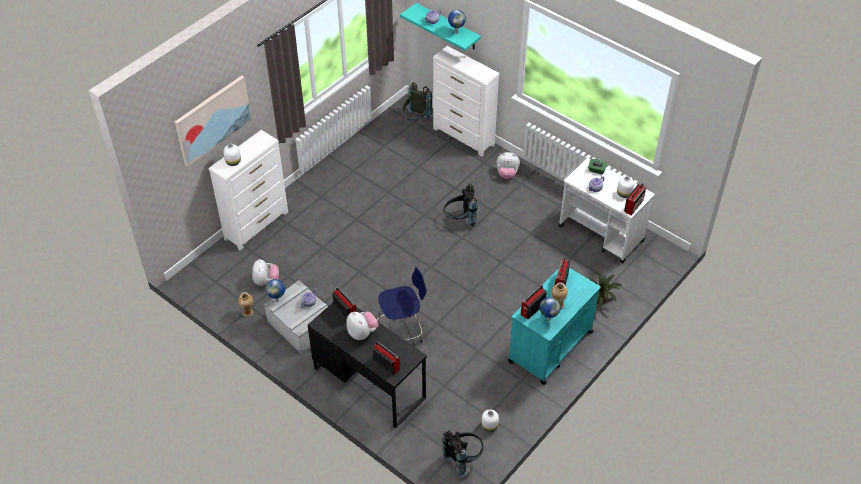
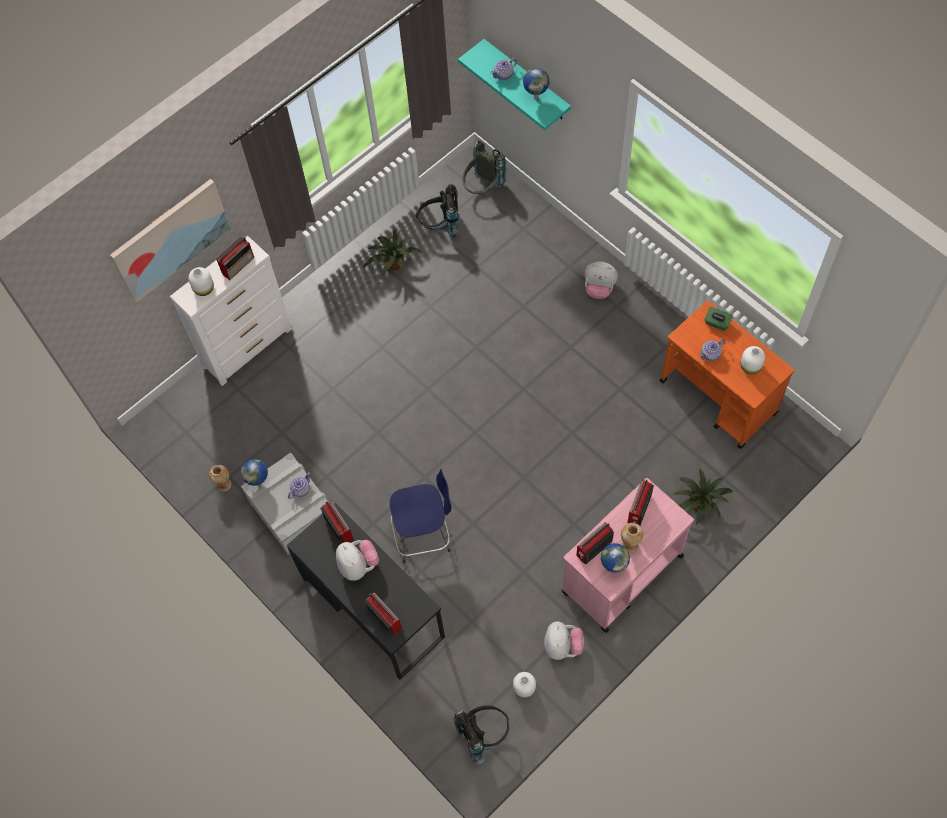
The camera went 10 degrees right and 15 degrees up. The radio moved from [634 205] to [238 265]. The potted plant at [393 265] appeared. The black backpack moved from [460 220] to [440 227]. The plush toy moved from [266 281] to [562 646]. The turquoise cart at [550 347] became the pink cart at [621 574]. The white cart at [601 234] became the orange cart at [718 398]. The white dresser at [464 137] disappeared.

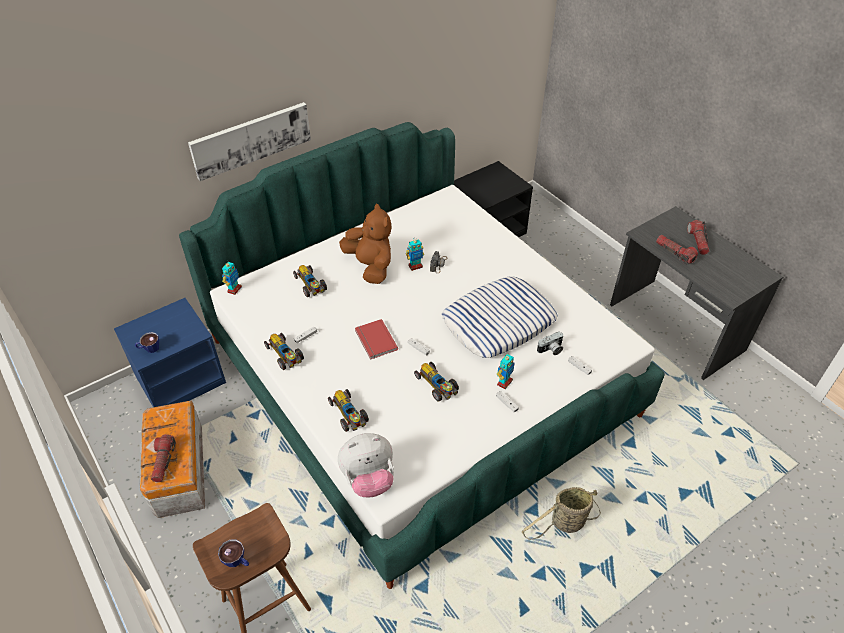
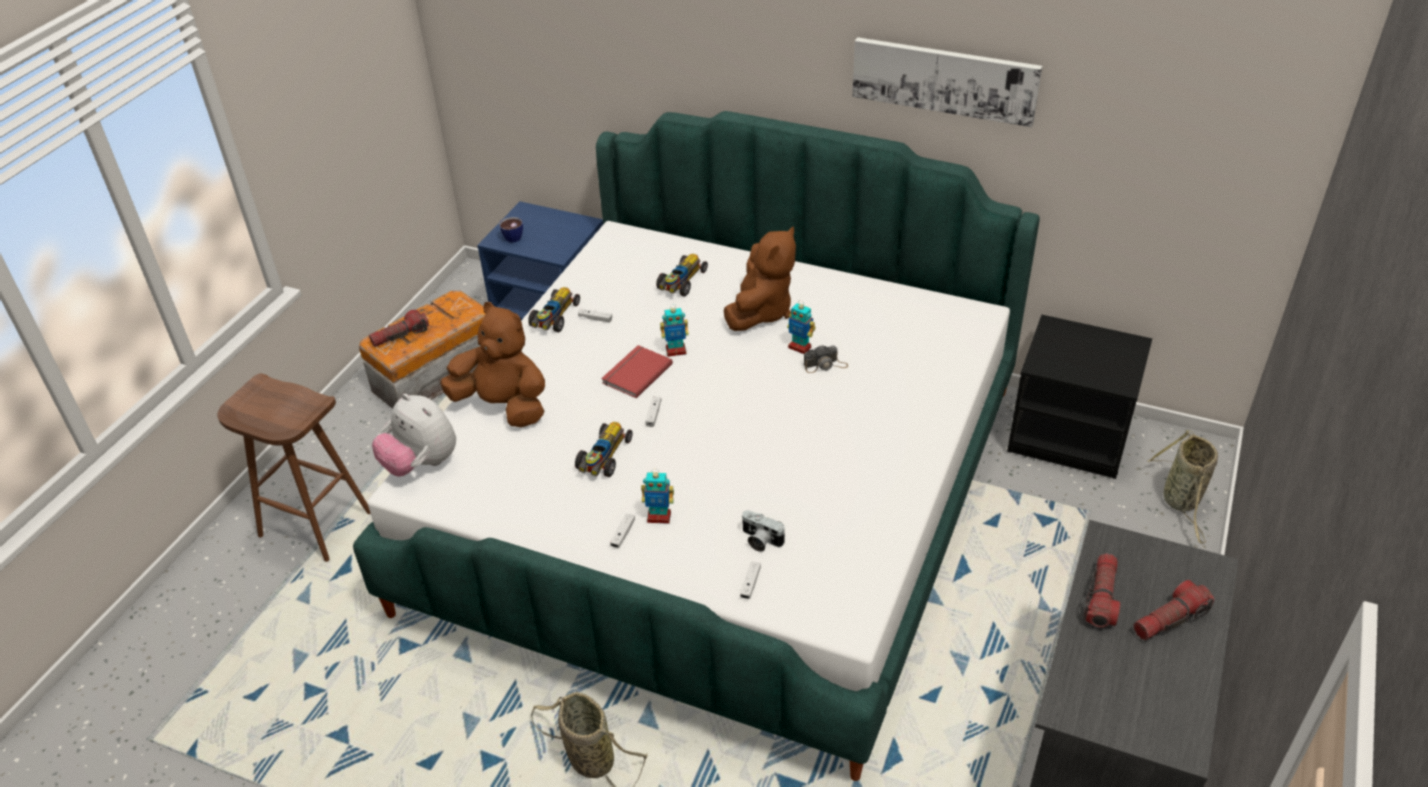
The camera went 60 degrees right and 5 degrees down. The toy car at [349 415] was replaced by the brown plush toy at [503 406]. The toy robot moved from [234 289] to [676 351]. The picture moved from [251 139] to [944 79]. The basket at [1181 501] appeared. The cup at [237 561] disappeared. The pillow at [499 322] disappeared.

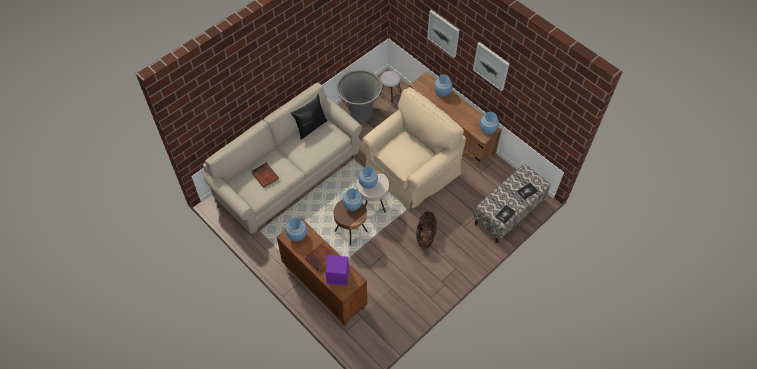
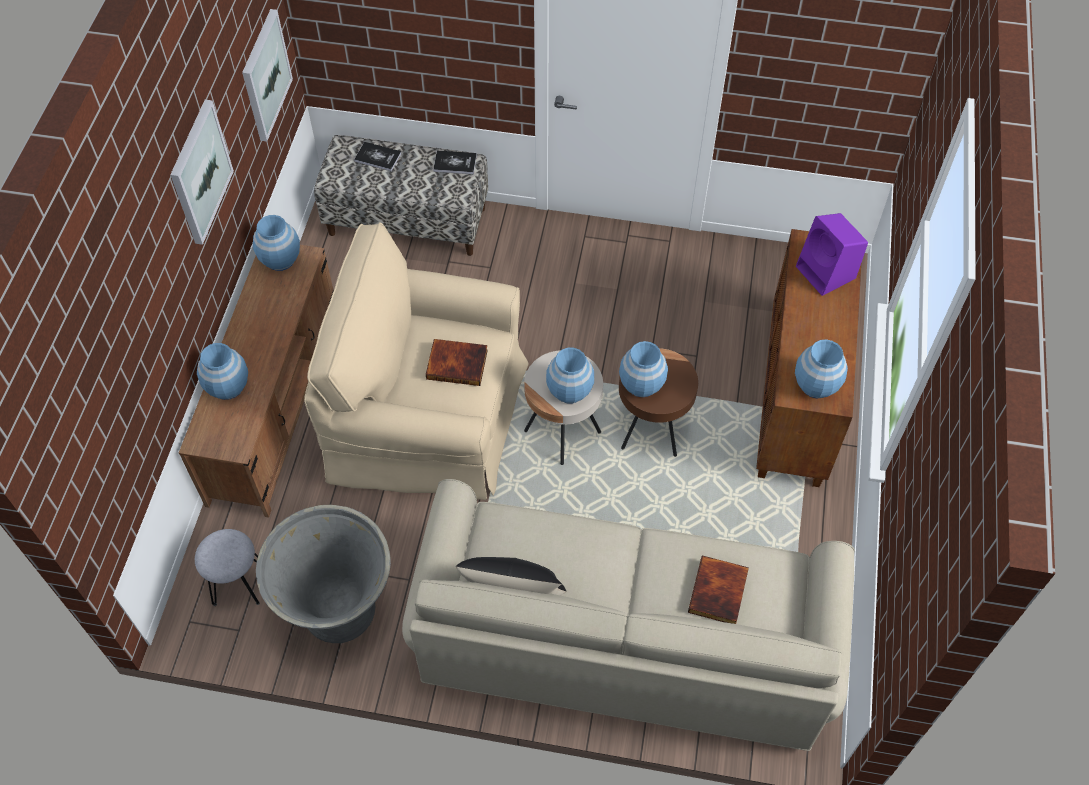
The camera went 125 degrees left and 0 degrees up. The picture moved from [443 33] to [265 75]. The book moved from [321 258] to [457 363]. The basket at [425 236] disappeared.

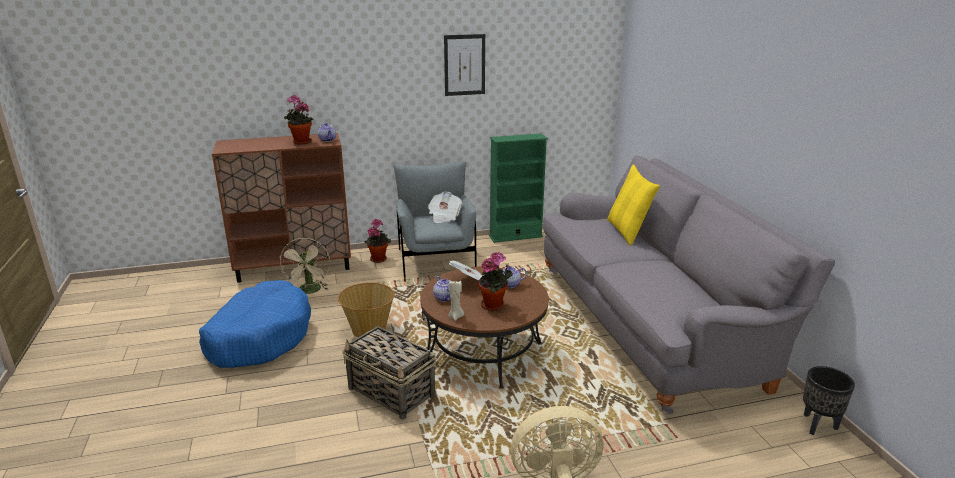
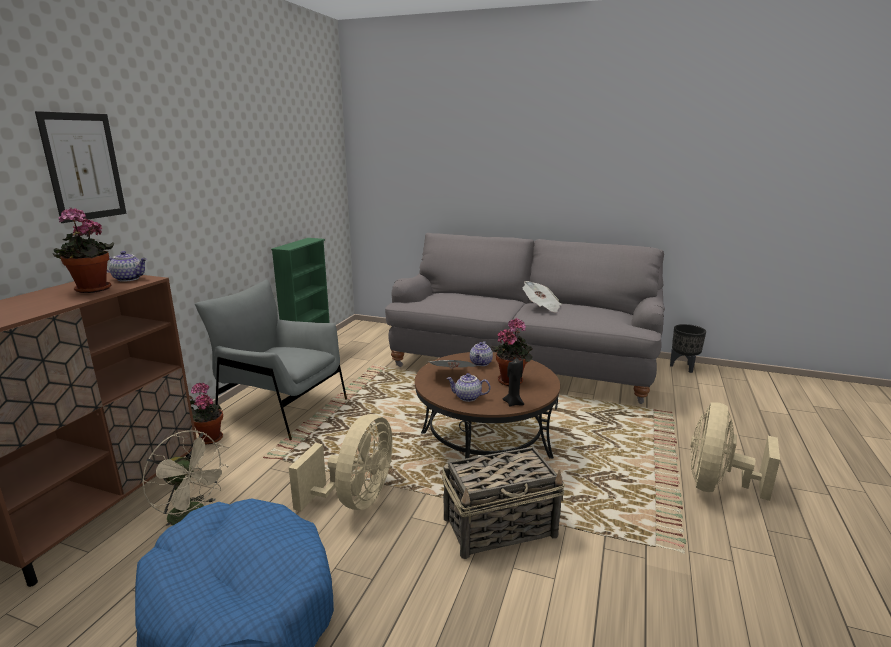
The camera went 55 degrees left and 5 degrees down. The picture moved from [464 65] to [83 167]. The basket at [369 329] was replaced by the beige fan at [355 499]. The beige candle at [456 317] became the black candle at [513 403]. The newspaper moved from [444 216] to [541 307]. The yellow pillow at [627 231] disappeared.

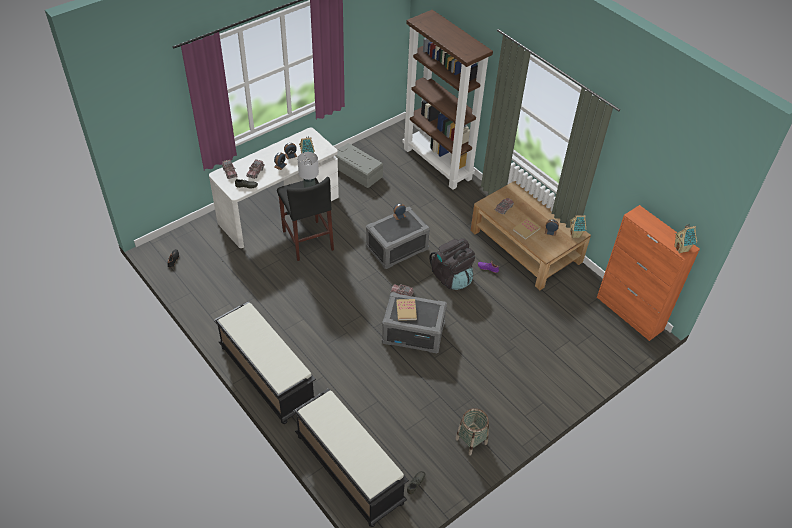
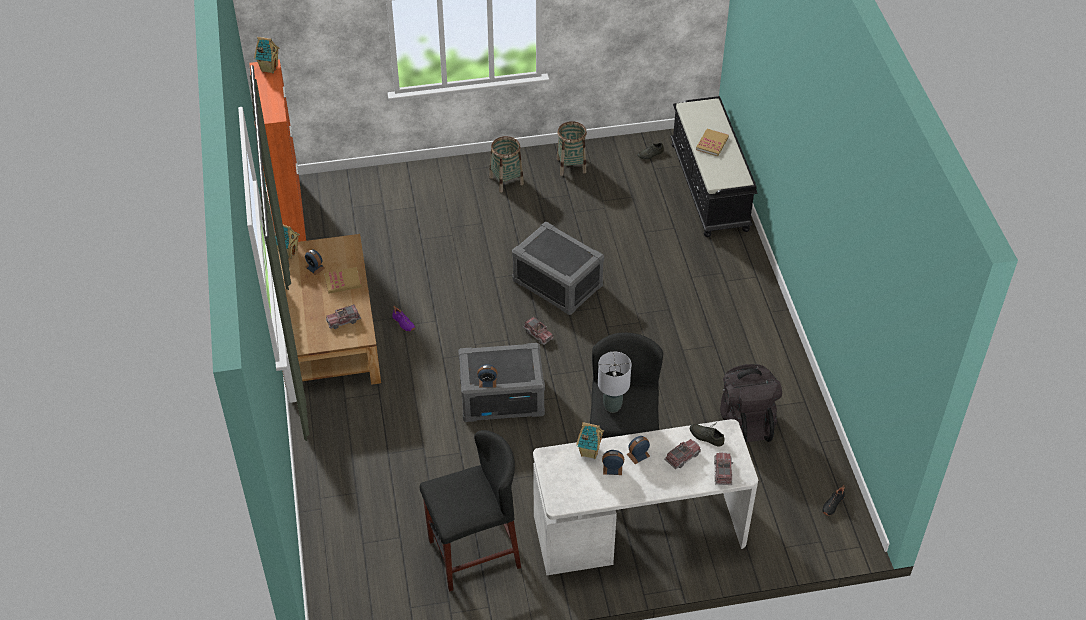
The camera went 150 degrees left and 0 degrees up. The grey storage box at [357 172] was replaced by the black stool at [474 554]. The basket at [506 180] appeared. The book moved from [406 310] to [712 143]. The black backpack moved from [451 277] to [746 421]. The black bench at [266 375] disappeared. The brown bookcase at [438 164] disappeared.

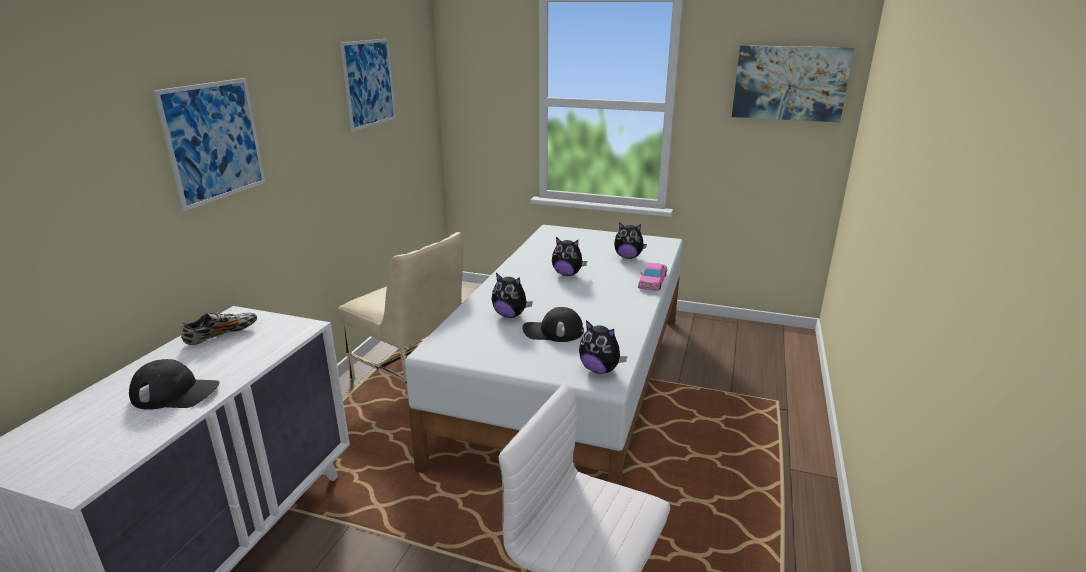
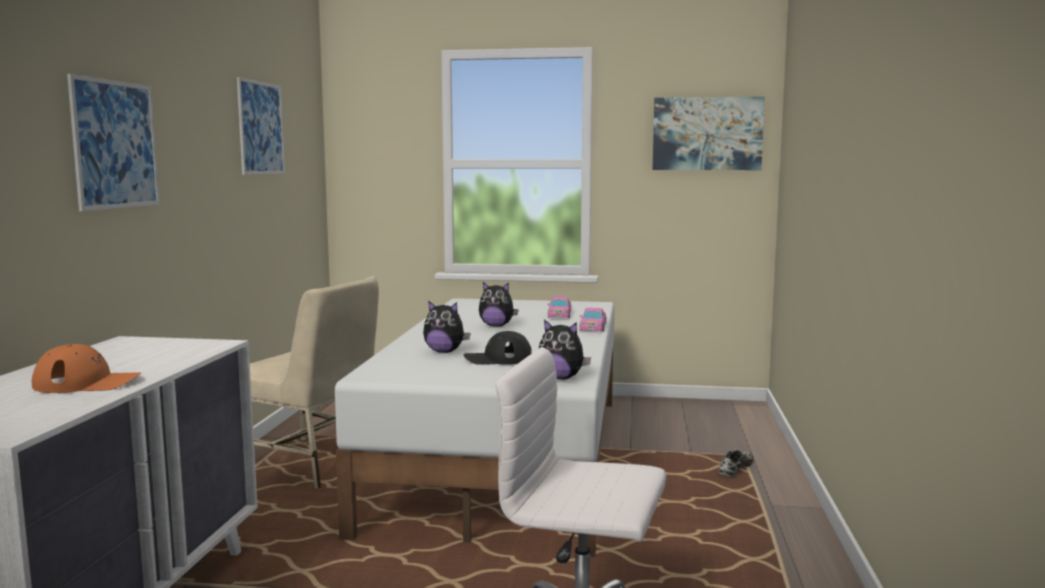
The camera went 10 degrees left and 15 degrees down. The black cap at [176 393] became the orange cap at [87 383]. The plush toy at [628 257] was replaced by the pink toy car at [559 314]. The shoe moved from [222 335] to [736 471].

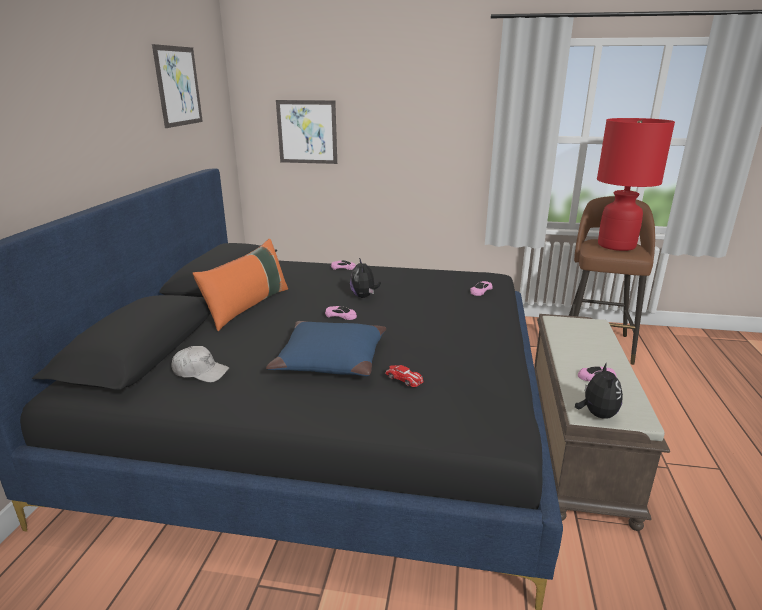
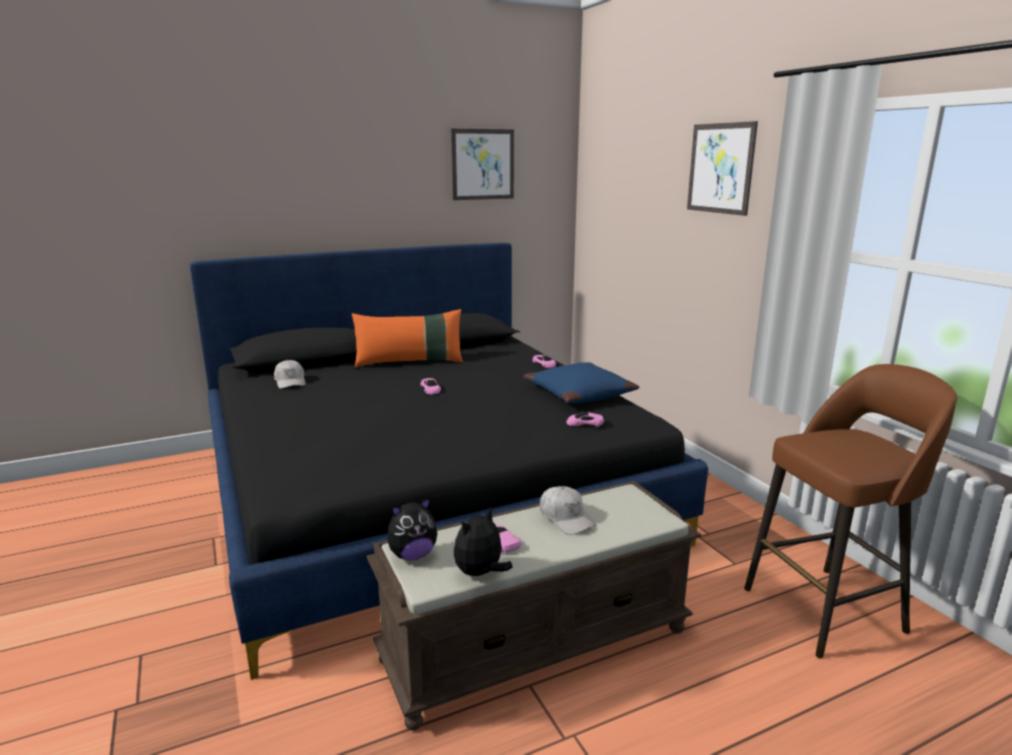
The camera went 55 degrees right and 5 degrees down. The plush toy moved from [364 296] to [480 573]. The blue pillow moved from [330 360] to [579 394]. The white cap at [566 518] appeared. The picture moved from [307 132] to [720 168]. The toy car at [404 379] disappeared. The red table lamp at [616 246] disappeared.

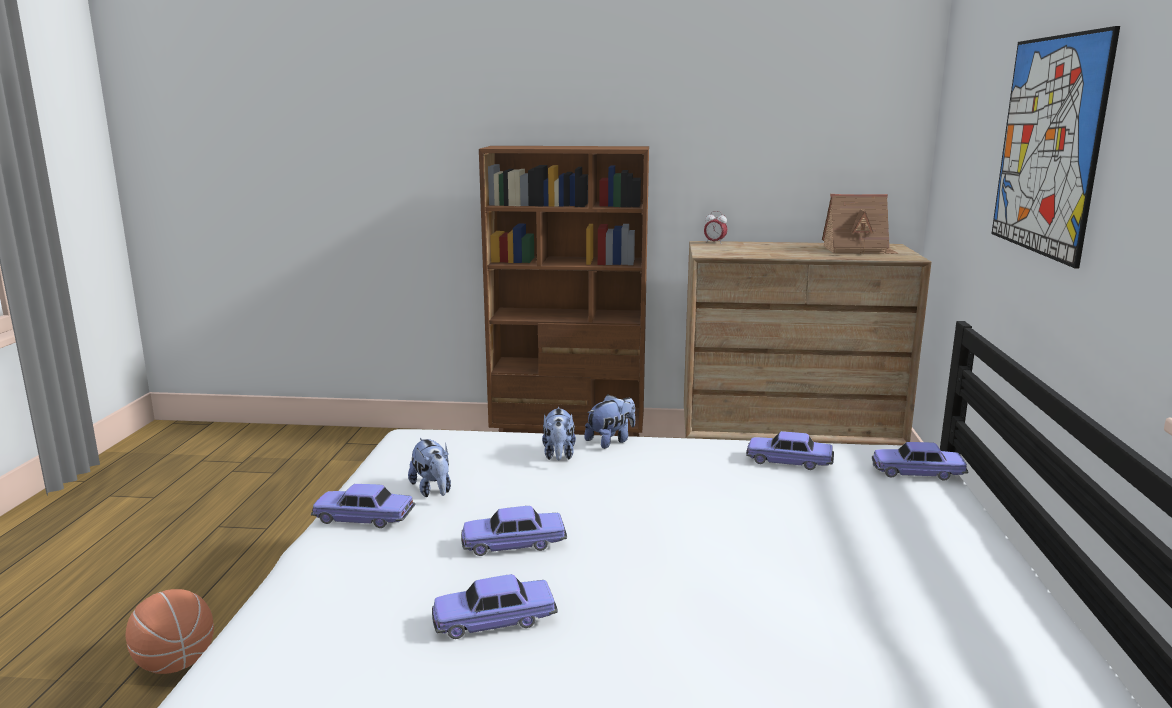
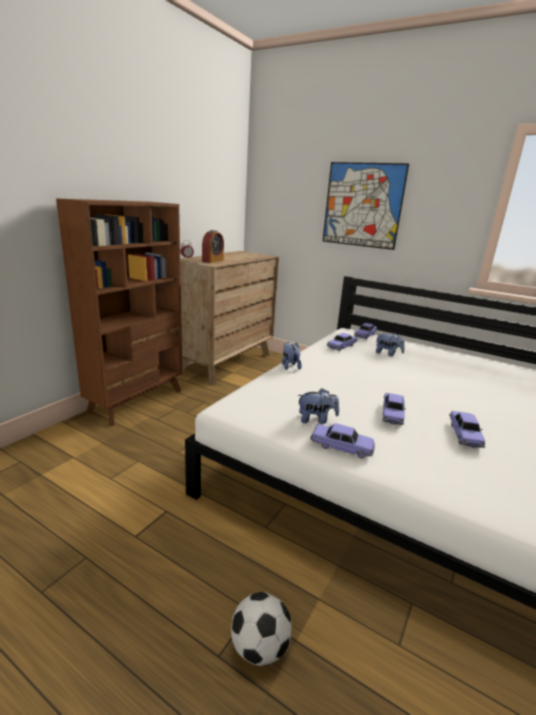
The camera went 65 degrees left and 5 degrees up. The alarm clock at [213 261] appeared. The basketball at [175 663] was replaced by the football at [259 647]. The toy car at [363 518] turned 105 degrees counterclockwise. The plush toy moved from [559 455] to [387 354]. The toy house at [858 250] disappeared.

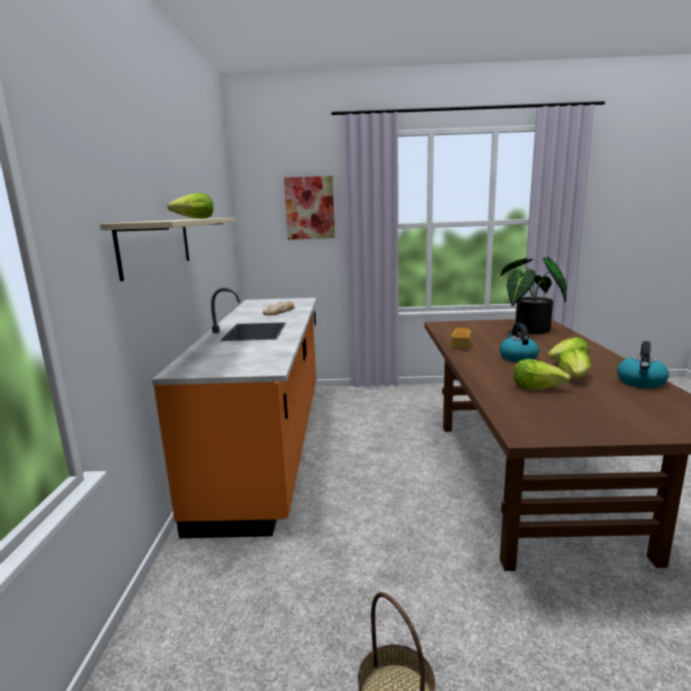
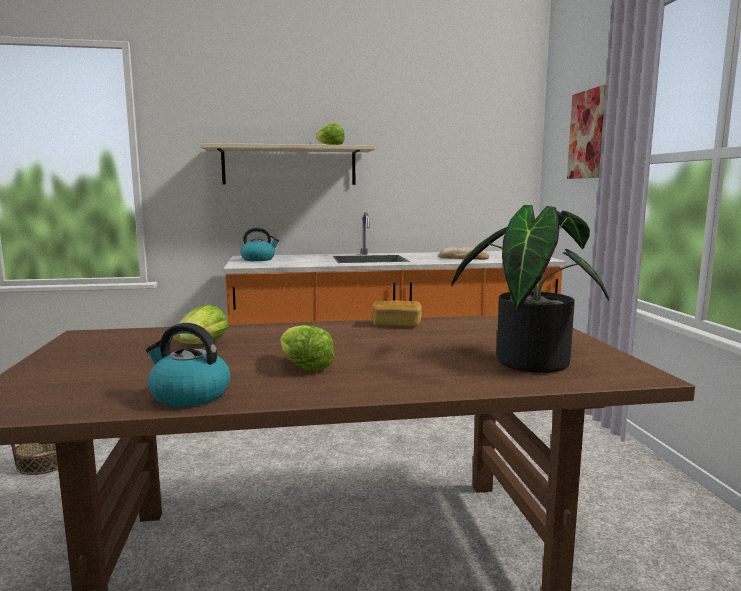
The camera went 80 degrees right and 5 degrees down. The kettle moved from [517 357] to [258 259]. The lettuce at [574 378] disappeared.

